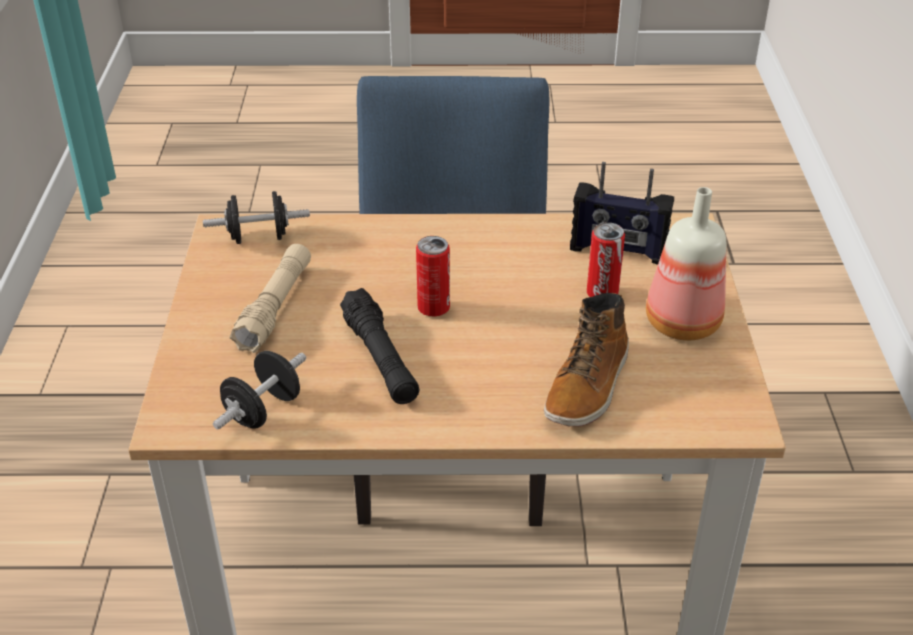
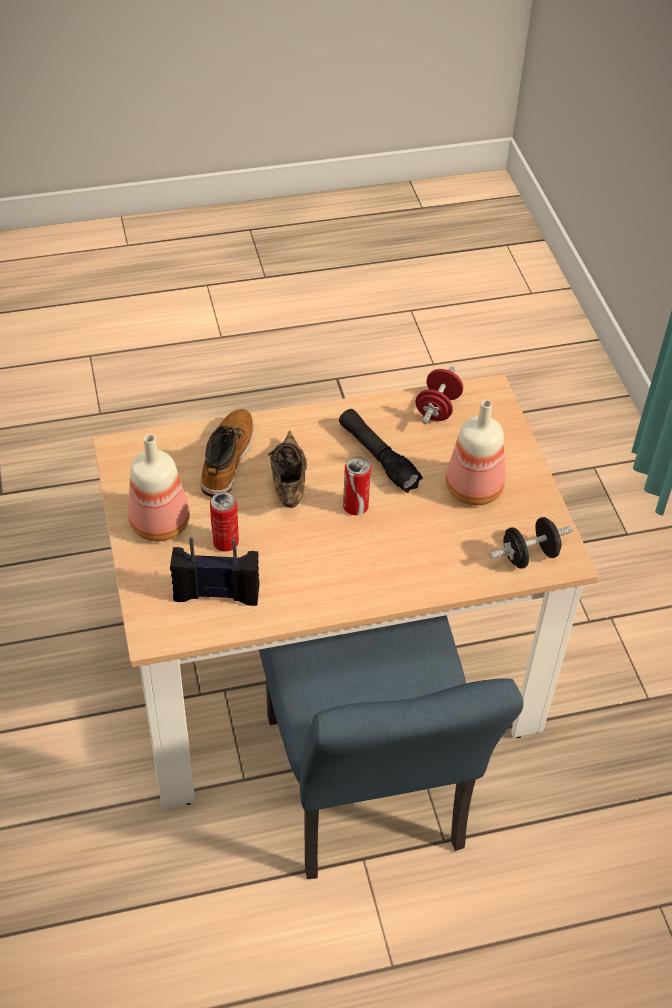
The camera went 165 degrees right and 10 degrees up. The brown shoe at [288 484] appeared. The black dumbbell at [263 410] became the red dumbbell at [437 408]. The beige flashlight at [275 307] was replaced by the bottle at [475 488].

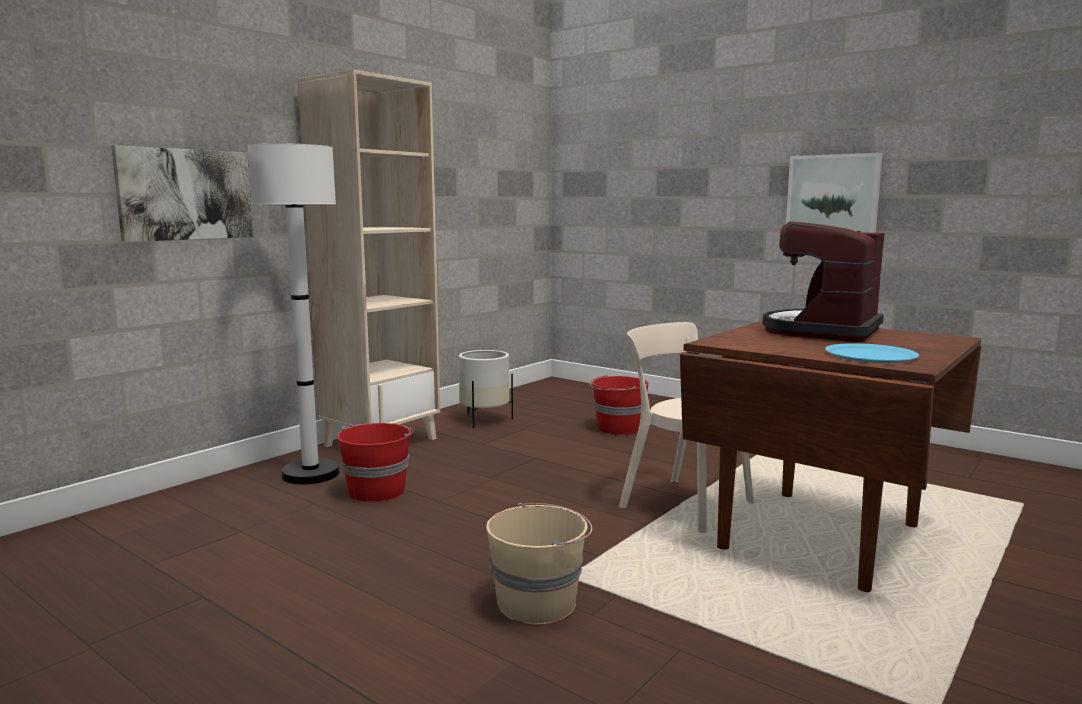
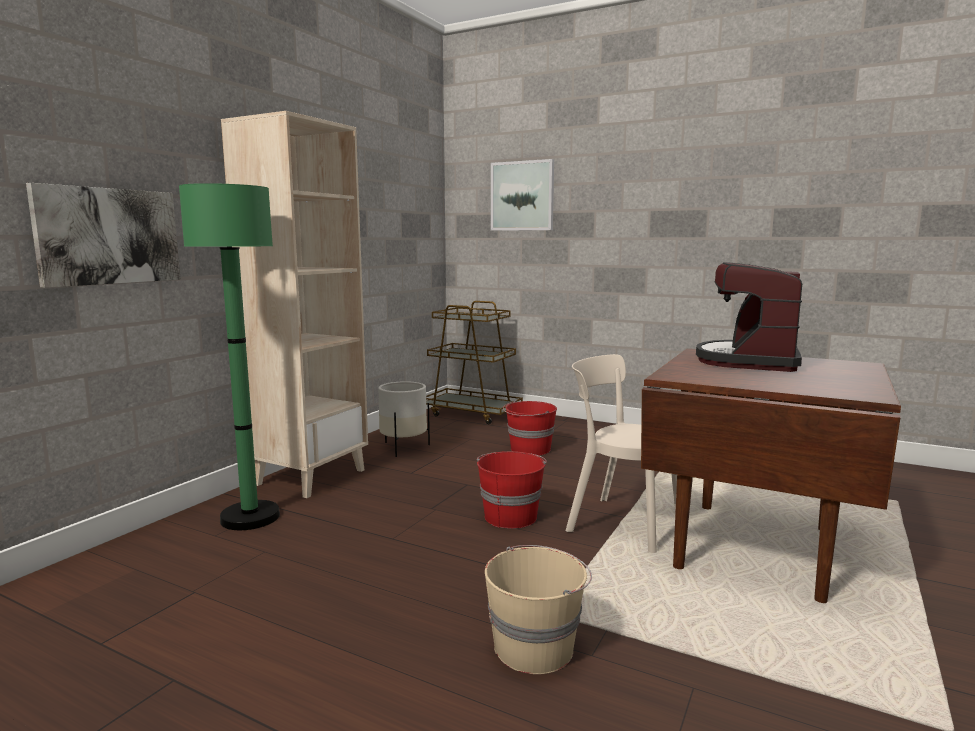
The camera went 10 degrees left and 0 degrees up. The white floor lamp at [310 474] became the green floor lamp at [250 517]. The brown cart at [472 413] appeared. The red bucket moved from [377 491] to [510 516]. The picture moved from [832 199] to [522 196]. The blue plate at [870 355] disappeared.

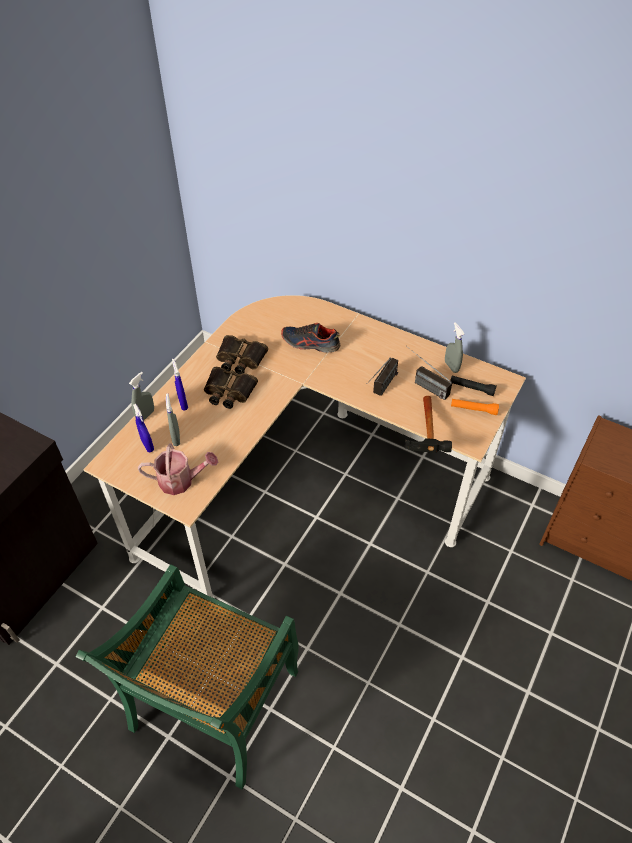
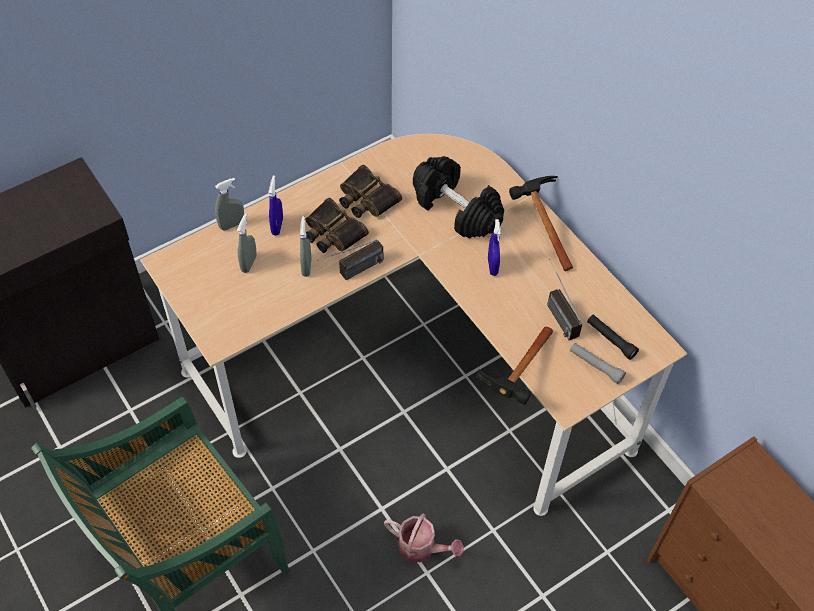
The camera went 25 degrees right and 5 degrees up. The grey spray bottle moved from [451 366] to [306 267]. The radio moved from [381 389] to [352 273]. The watering can moved from [181 480] to [421 547]. The shoe at [310 343] was replaced by the black dumbbell at [456 210]. The blue spray bottle moved from [147 445] to [492 266]. The hammer at [539 225] appeared. The orange flashlight at [473 409] became the grey flashlight at [595 366].

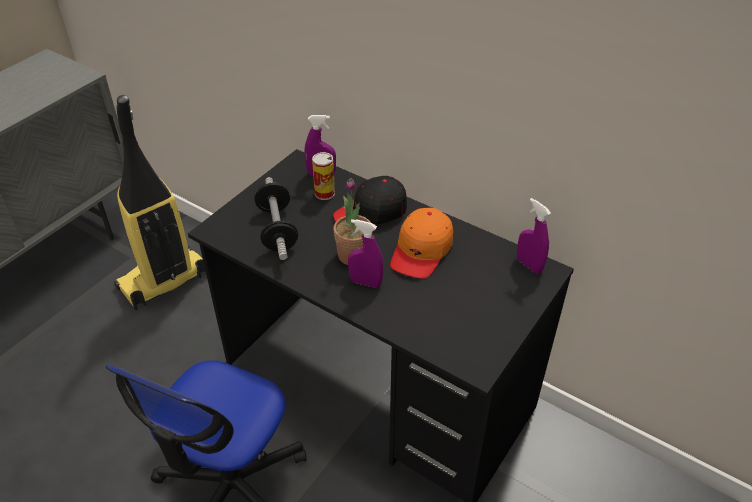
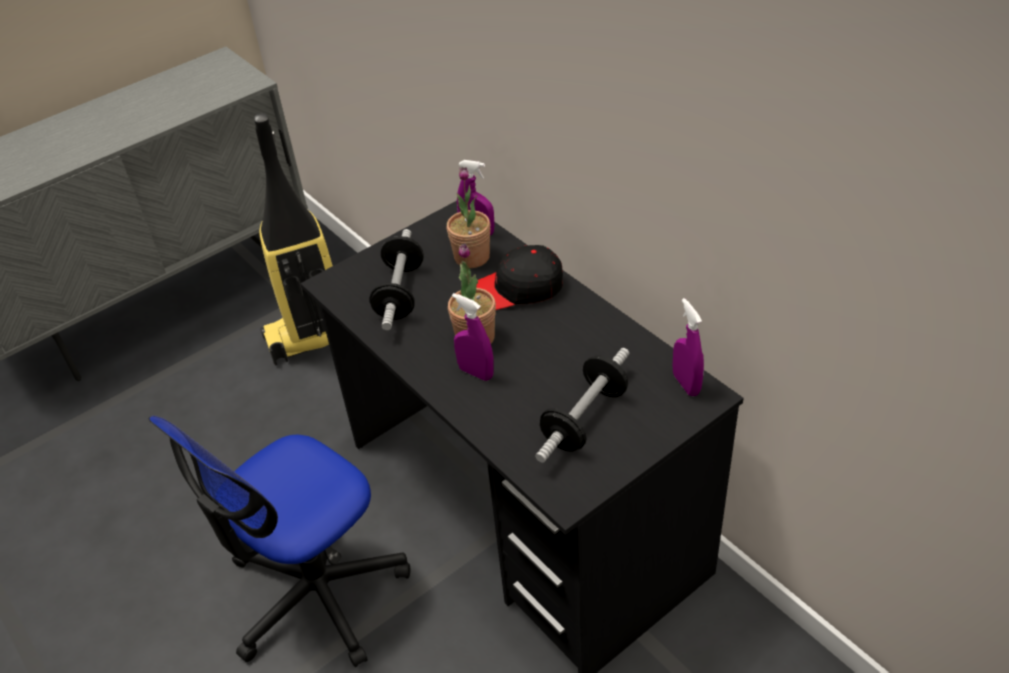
The camera went 20 degrees right and 0 degrees up. The can at [324 193] was replaced by the potted plant at [472 257]. The dumbbell at [584 419] appeared. The orange cap at [421 250] disappeared.

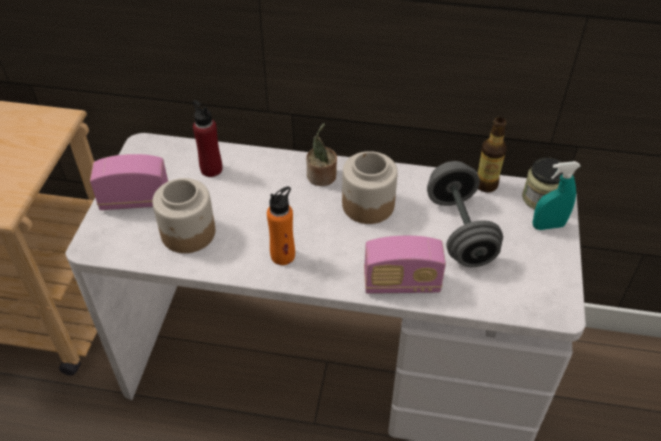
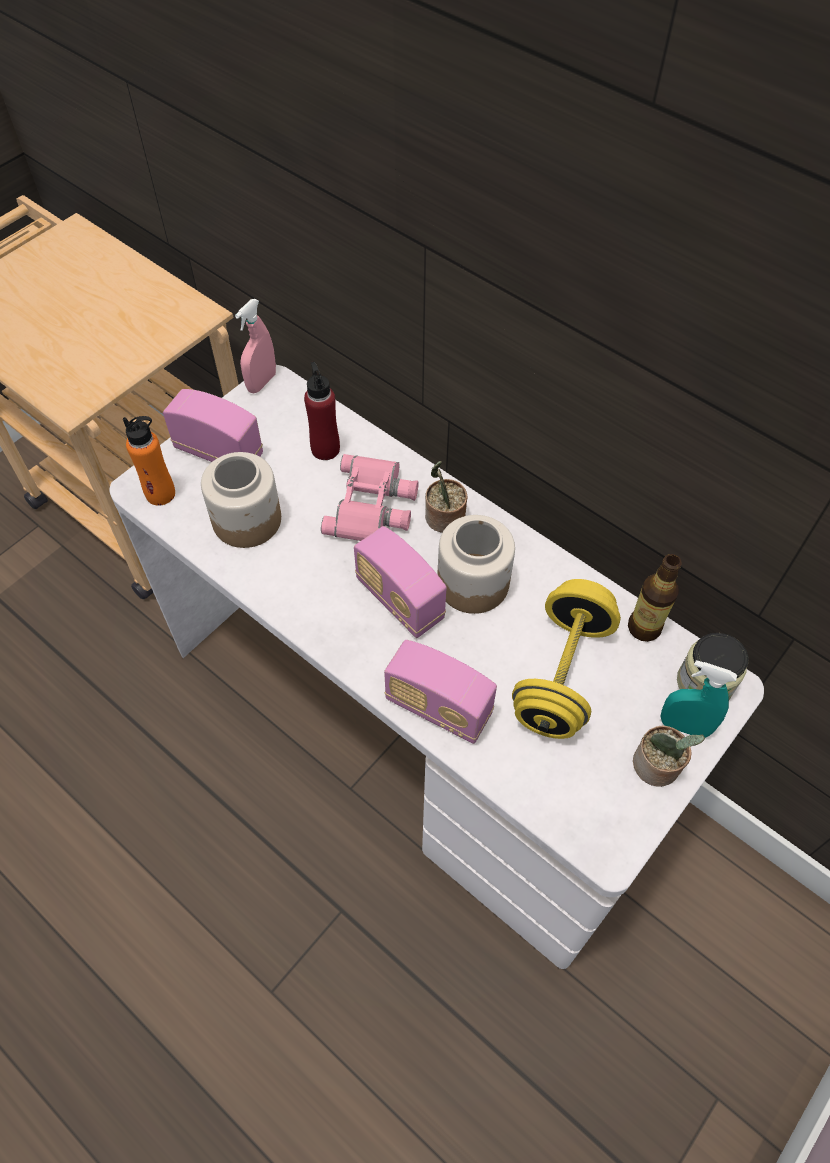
The camera went 30 degrees right and 10 degrees up. The orange bottle moved from [283 255] to [160 493]. The pink spray bottle at [261 382] appeared. The pink binoculars at [373 506] appeared. The radio at [399 599] appeared. The grey dumbbell at [460 230] became the yellow dumbbell at [561 674]. The potted plant at [657 767] appeared.

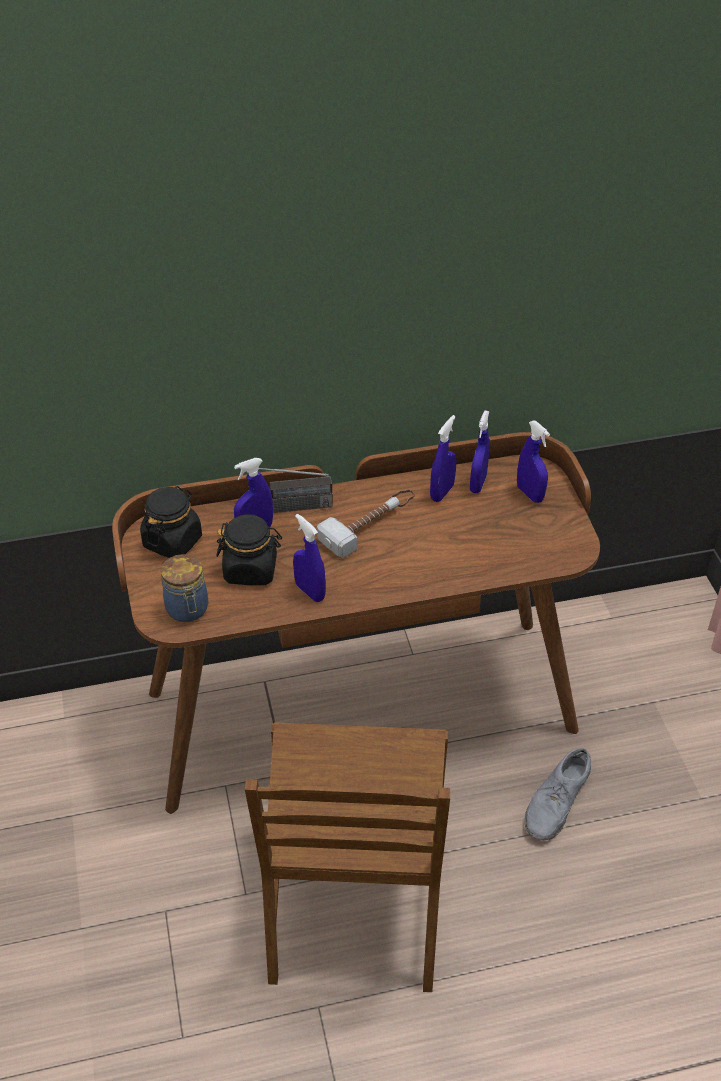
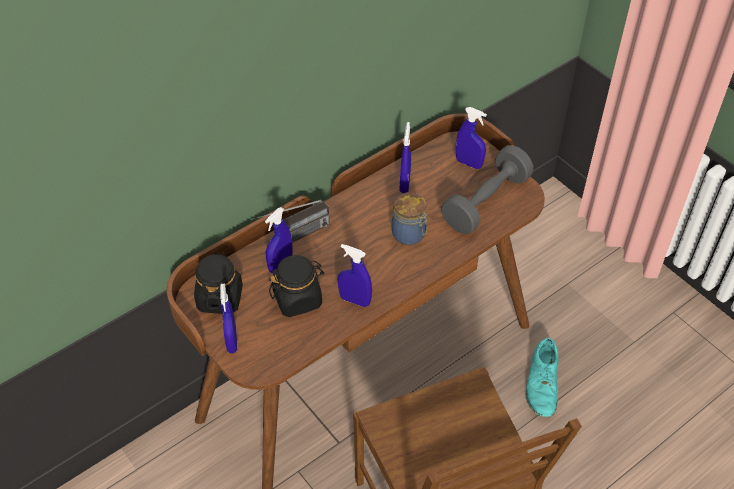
The camera went 25 degrees left and 5 degrees up. The blue spray bottle moved from [478 484] to [232 341]. The jar moved from [188 610] to [409 235]. The grey dumbbell at [486 202] appeared. The grey shoe at [557 802] became the turquoise shoe at [542 383]. The hammer at [370 524] disappeared.

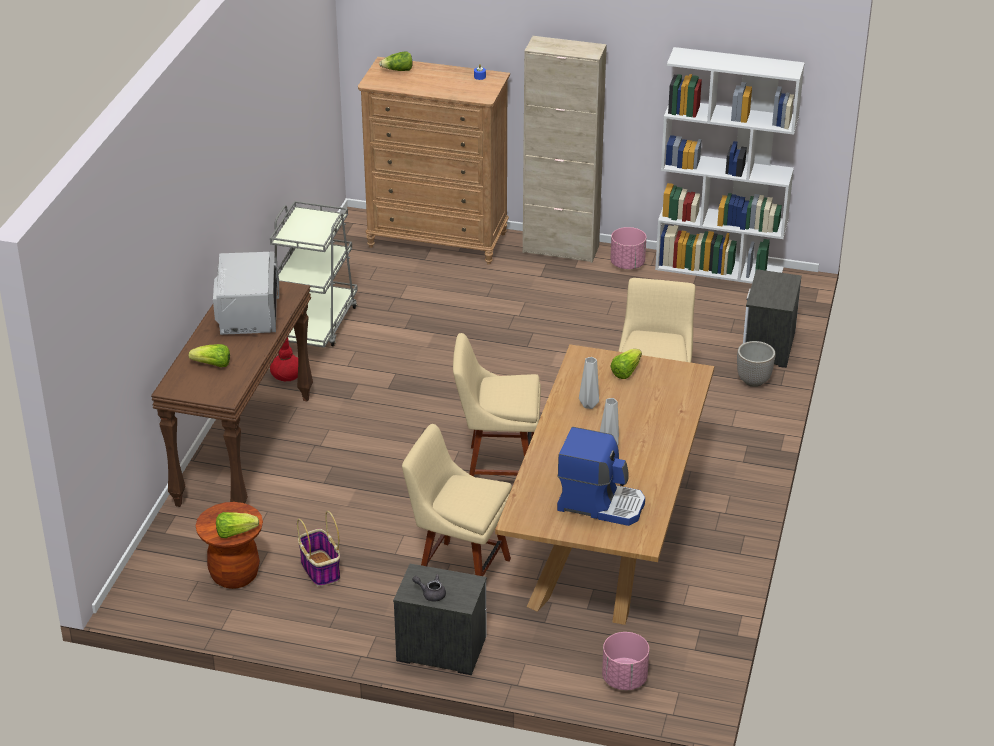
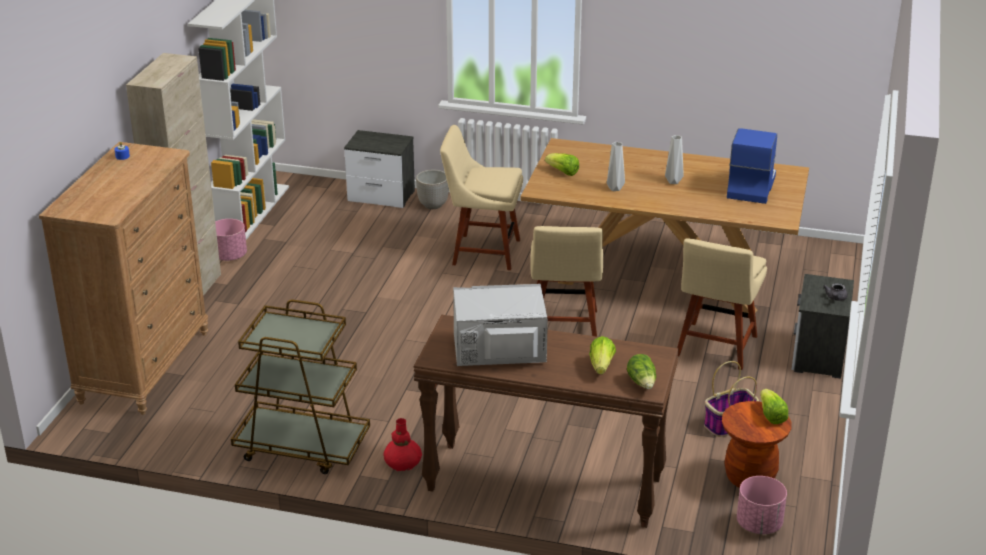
The camera went 90 degrees left and 5 degrees down. The grey cart at [316 324] became the brown cart at [301 446]. The lettuce moved from [398 70] to [642 383]. The pink planter moved from [624 679] to [759 524].

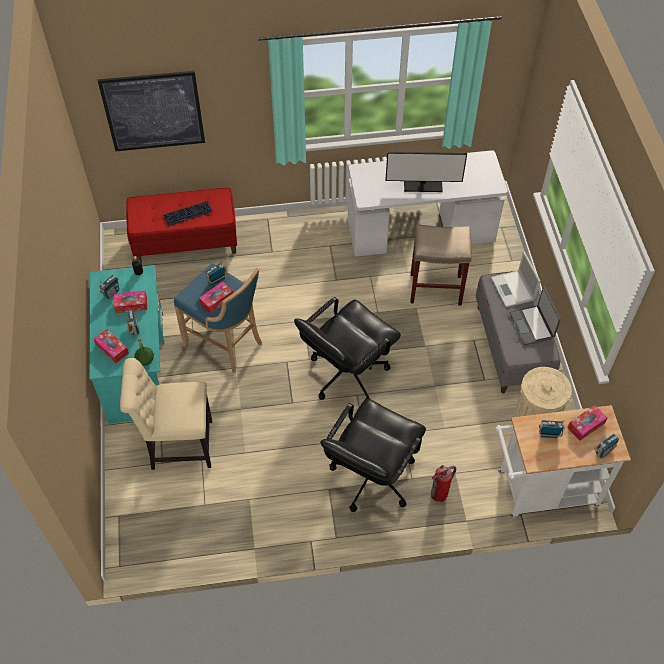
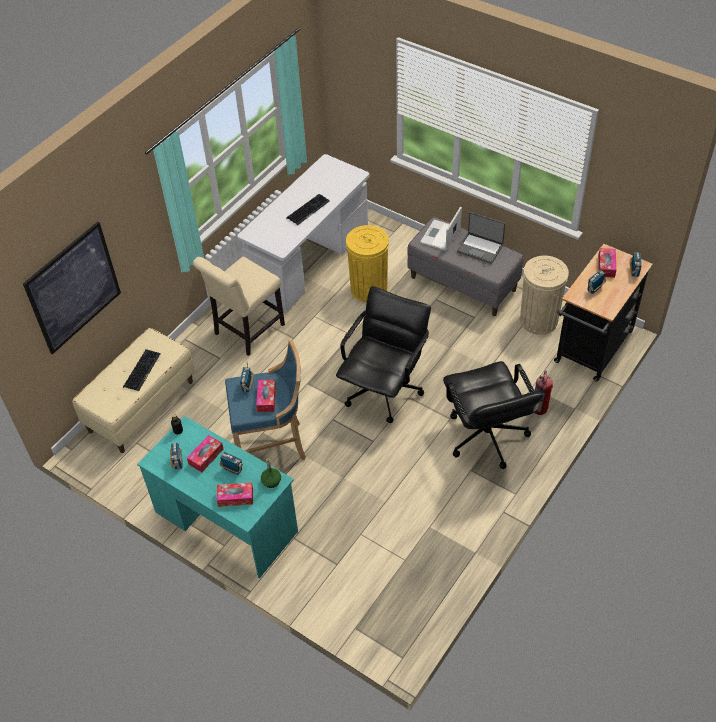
The camera went 45 degrees left and 5 degrees down. The red bench at [186 242] became the beige bench at [141 406]. The beige chair moved from [178 445] to [246 331]. The monitor at [423 185] was replaced by the keyboard at [308 210]. The black office chair at [347 374] turned 150 degrees counterclockwise. The beige stool at [434 289] was replaced by the yellow trash can at [369 289]. The laptop at [513 289] turned 90 degrees clockwise. The white cart at [541 490] became the black cart at [591 351].

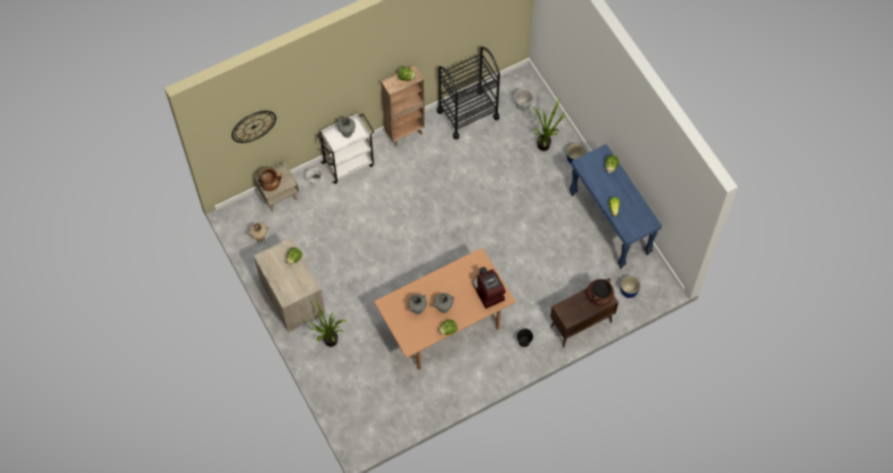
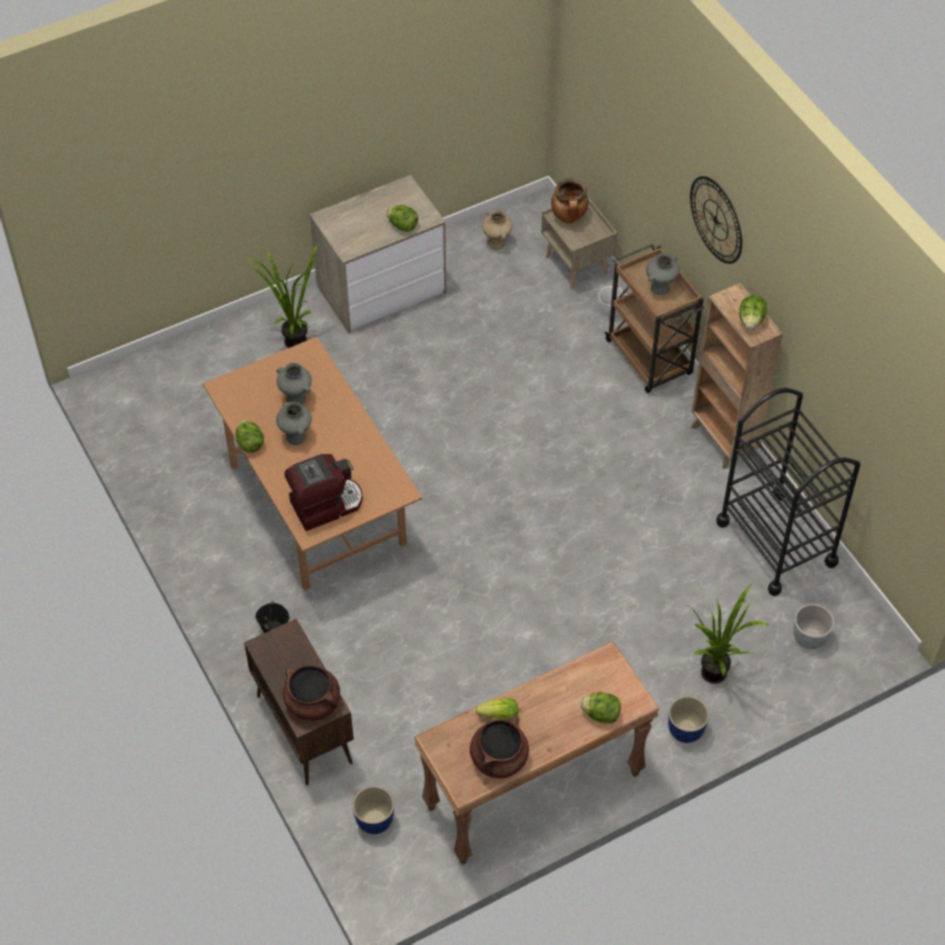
The camera went 90 degrees right and 10 degrees down. The blue console table at [610 224] became the brown console table at [533 792]. The brown cooking pot at [499 758] appeared. The white cart at [349 163] became the brown cart at [650 359]. The wall clock moved from [253 126] to [716 220].

